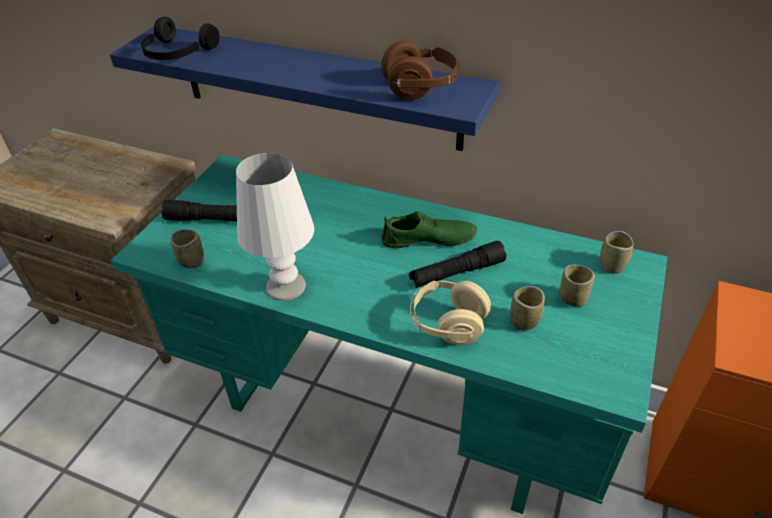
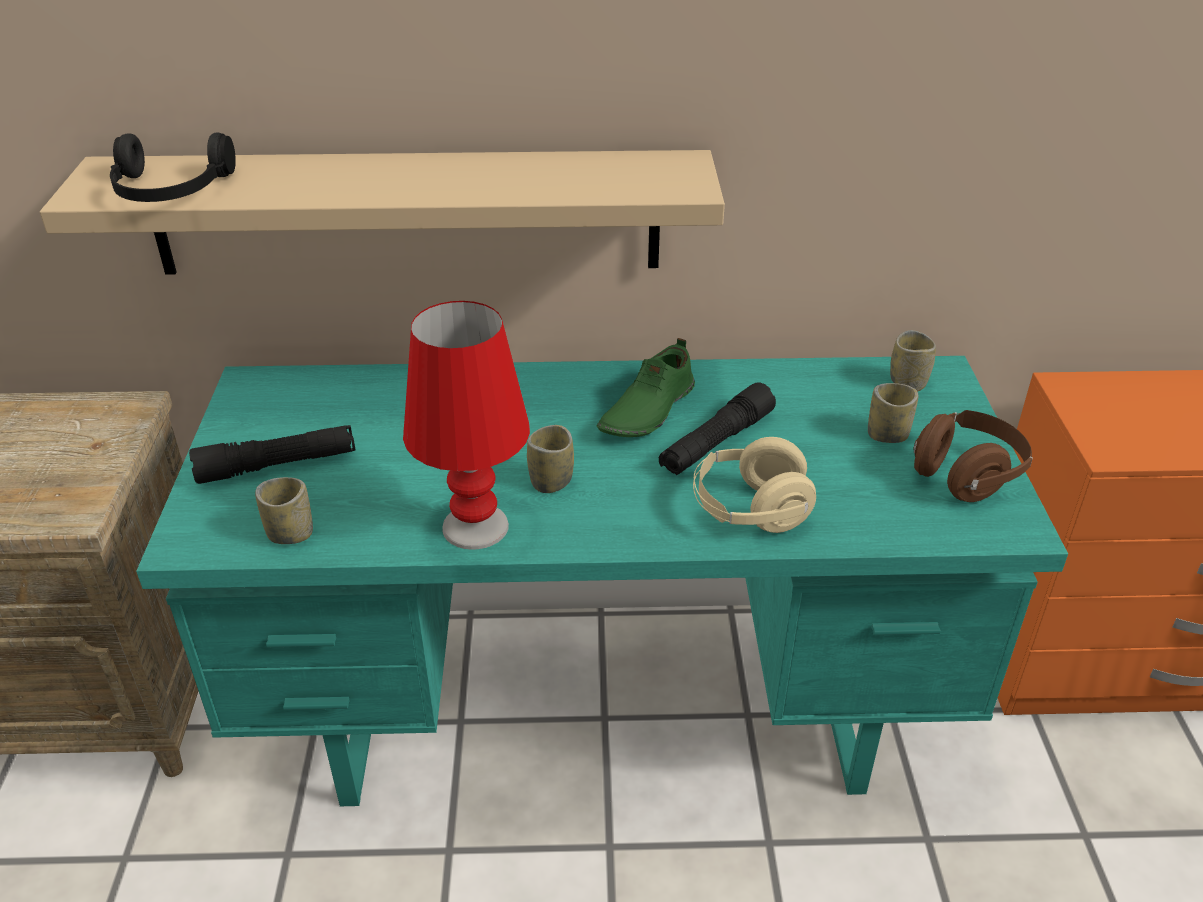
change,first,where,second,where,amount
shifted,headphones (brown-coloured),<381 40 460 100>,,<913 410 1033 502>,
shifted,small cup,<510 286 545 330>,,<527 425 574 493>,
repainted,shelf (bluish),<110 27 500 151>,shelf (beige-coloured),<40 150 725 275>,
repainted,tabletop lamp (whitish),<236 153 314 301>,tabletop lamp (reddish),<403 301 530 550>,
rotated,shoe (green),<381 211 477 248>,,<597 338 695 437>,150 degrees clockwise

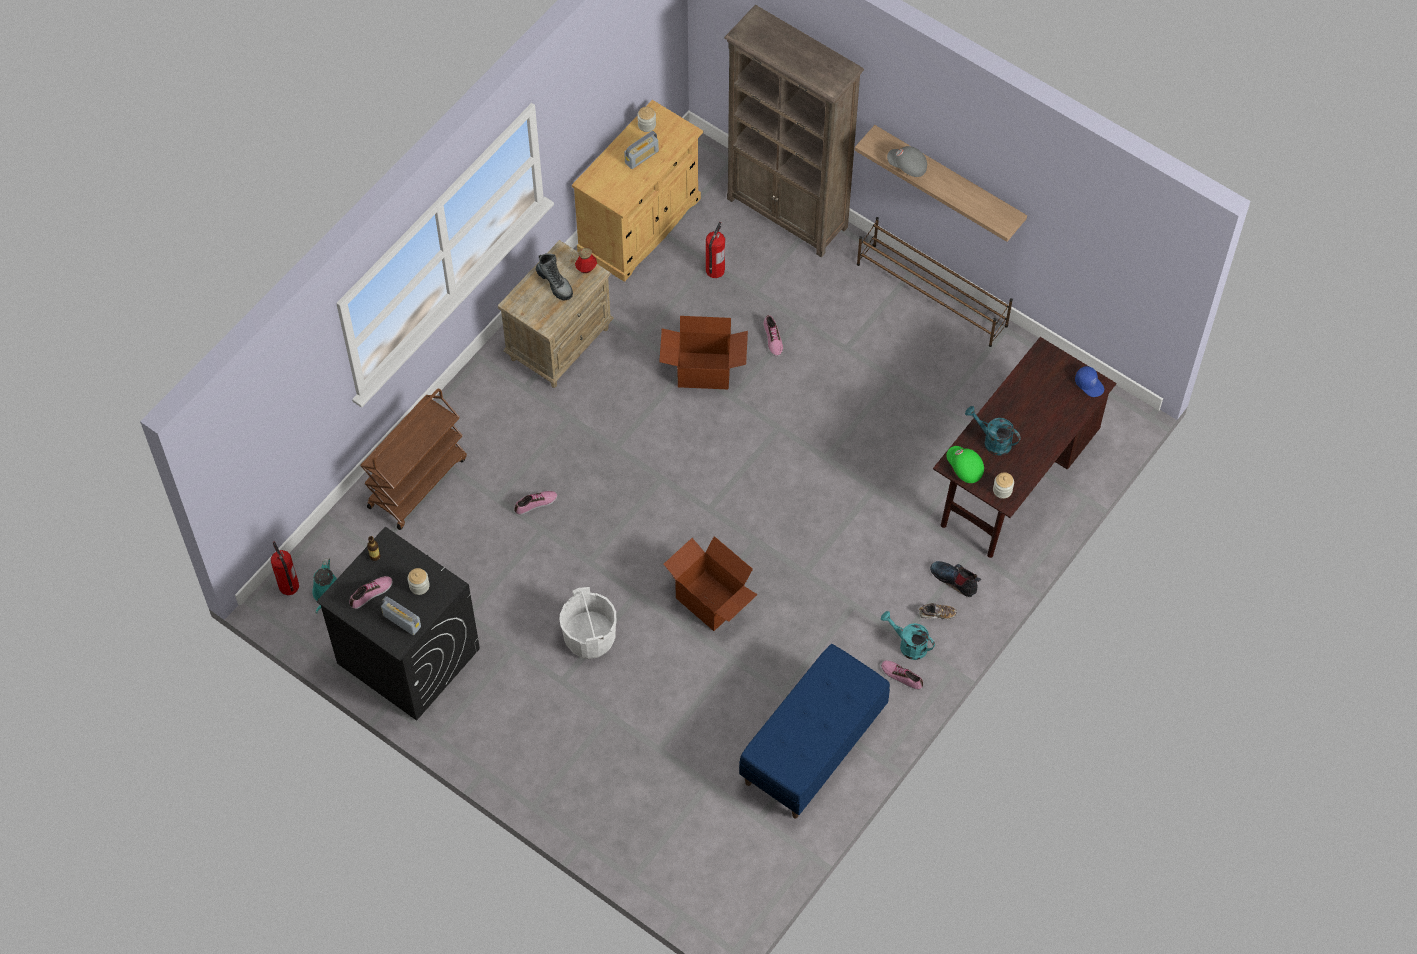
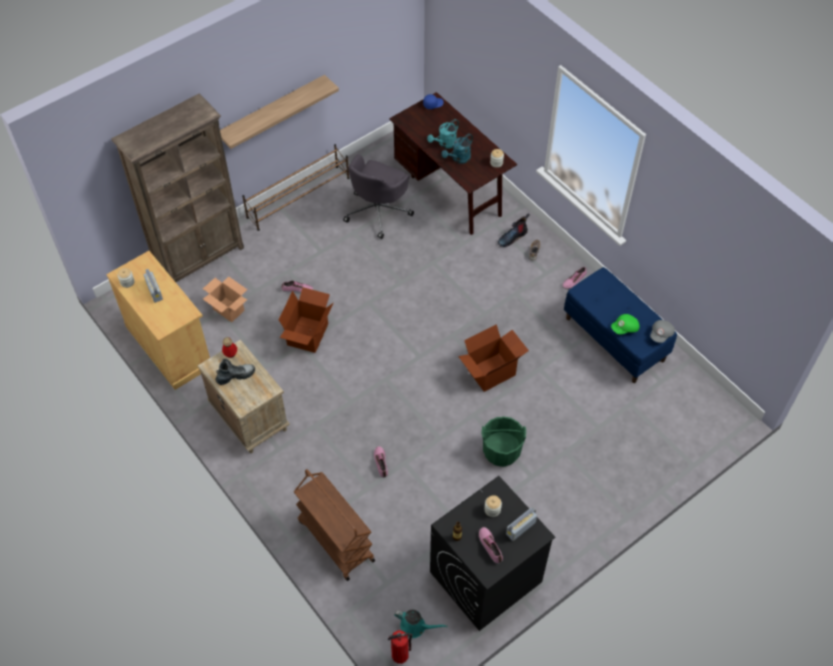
change,first,where,second,where,amount
new,,,computer chair (greyish),<343 154 414 239>,
shifted,sprinkling can (blue-green),<881 611 935 660>,,<427 119 459 149>,
shifted,peaked cap (greyish),<887 146 927 177>,,<650 320 675 343>,
shifted,peaked cap (green),<946 446 984 483>,,<611 314 640 335>,
swapped,fire extinguisher,<706 222 725 278>,packing box,<203 276 247 322>,
repainted,pail (whitish),<560 587 617 659>,pail (green),<481 416 526 467>,

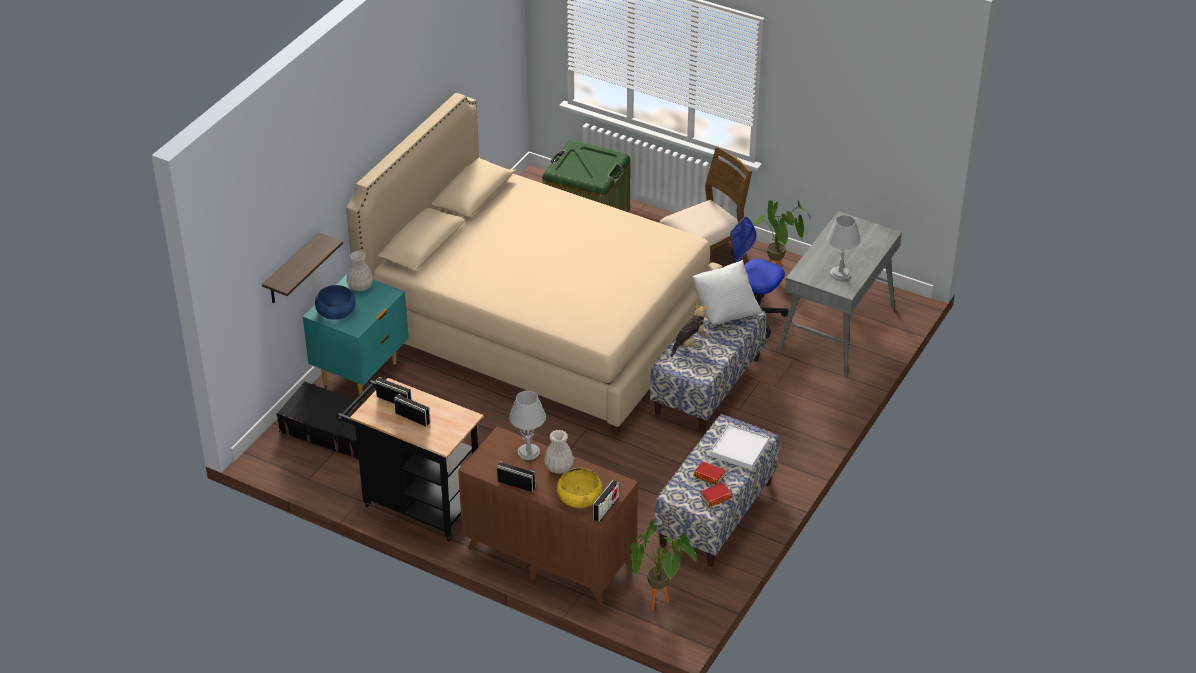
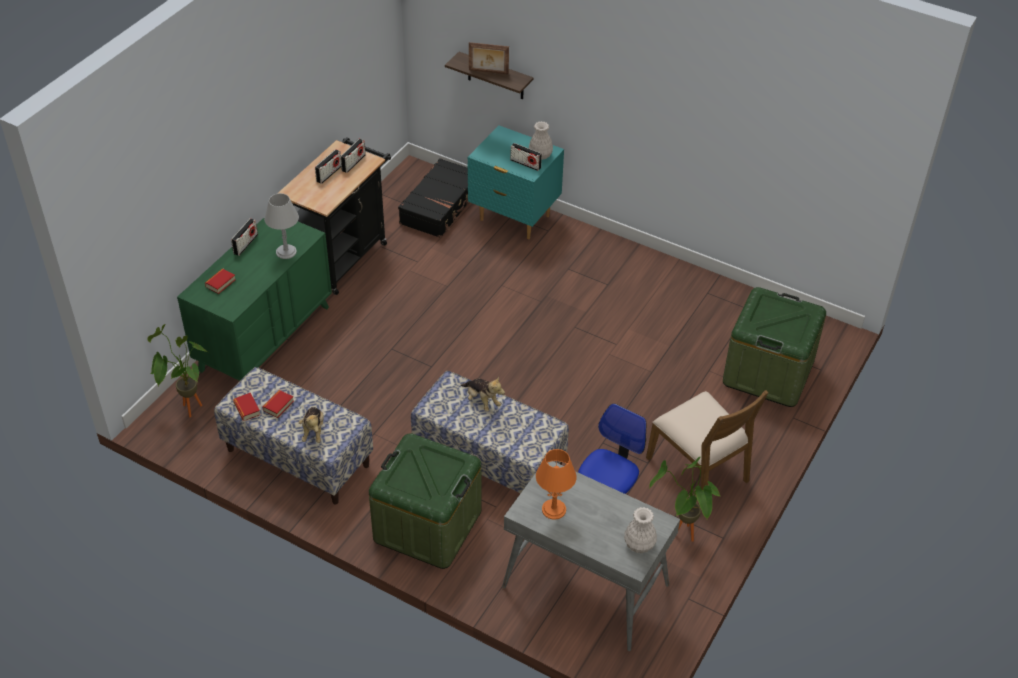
change,first,where,second,where,amount
gone,serving bowl (bluish),<315 285 356 320>,,,
gone,sleeping bed (beige-coloured),<346 93 723 435>,,,
gone,throw pillow (whitish),<693 260 762 325>,,,
new,,,storage box (green),<369 433 481 569>,
new,,,photo frame,<469 42 509 74>,
shifted,vase (whitish),<544 430 574 474>,,<624 507 657 553>,
shifted,radio,<593 480 619 522>,,<511 143 542 171>,
swapped,serving bowl (yellowish),<557 468 602 508>,book,<205 269 236 294>,
swapped,tray (whitish),<710 423 770 470>,cuddly toy,<299 407 324 443>,
repainted,dresser (brown-coloured),<458 426 638 605>,dresser (green),<177 217 332 381>,
repainted,tabletop lamp (greyish),<827 215 861 280>,tabletop lamp (orangey),<536 449 577 520>,

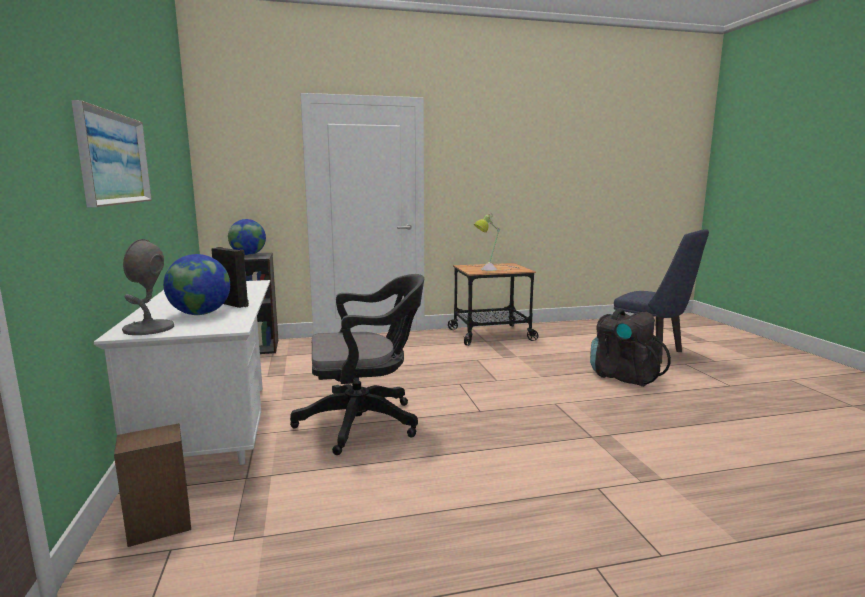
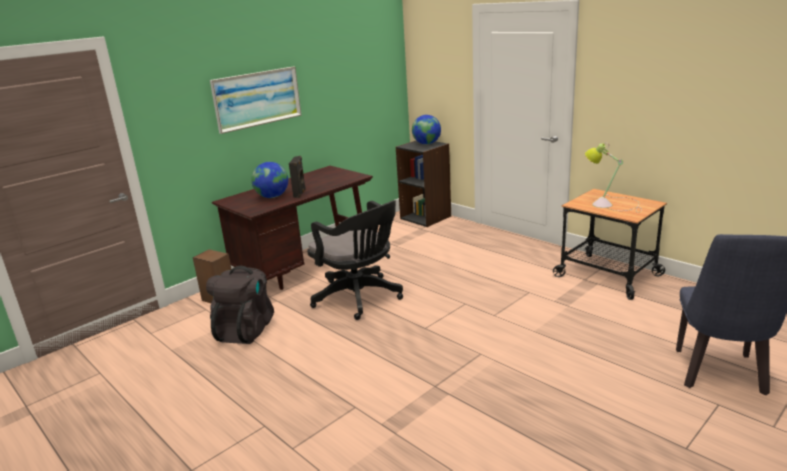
change,first,where,second,where,amount
gone,tabletop lamp (greyish),<122 239 174 335>,,,
shifted,backpack (black),<590 309 671 387>,,<206 266 274 344>,
repainted,desk unit (whitish),<94 280 270 465>,desk unit (brown-coloured),<212 166 373 290>,

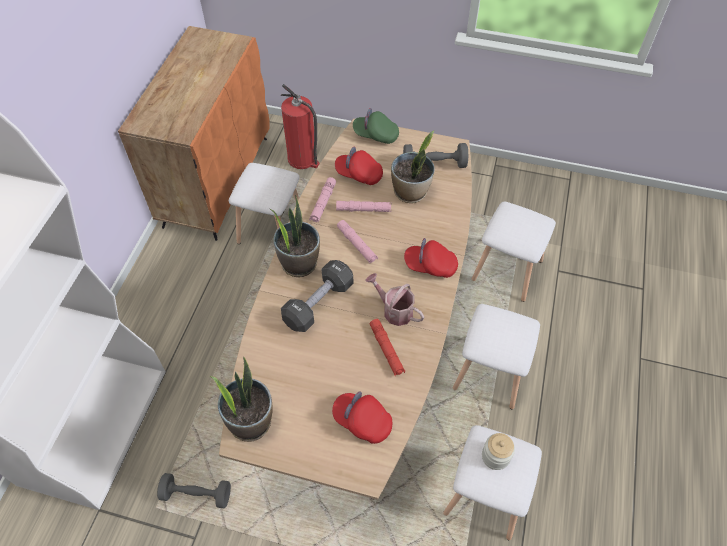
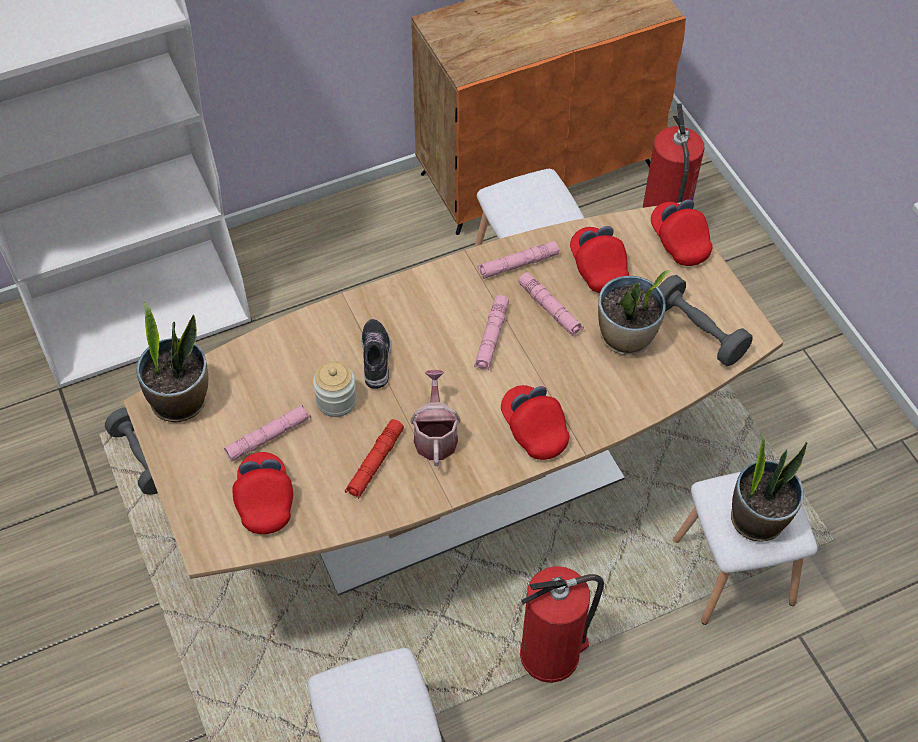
change,first,where,second,where,amount
new,,,hand torch (pink-coloured),<224 405 311 461>,
shifted,potted plant,<270 195 320 277>,,<731 433 807 542>,
shifted,preserve jar,<482 433 515 470>,,<313 361 357 417>,
swapped,hand weight (black),<281 260 353 332>,shoe,<362 319 392 389>,
swapped,stool seat (whitish),<453 304 540 410>,fire extinguisher,<520 566 604 683>,
repainted,peaked cap (green),<353 108 399 144>,peaked cap (reddish),<651 199 713 266>,

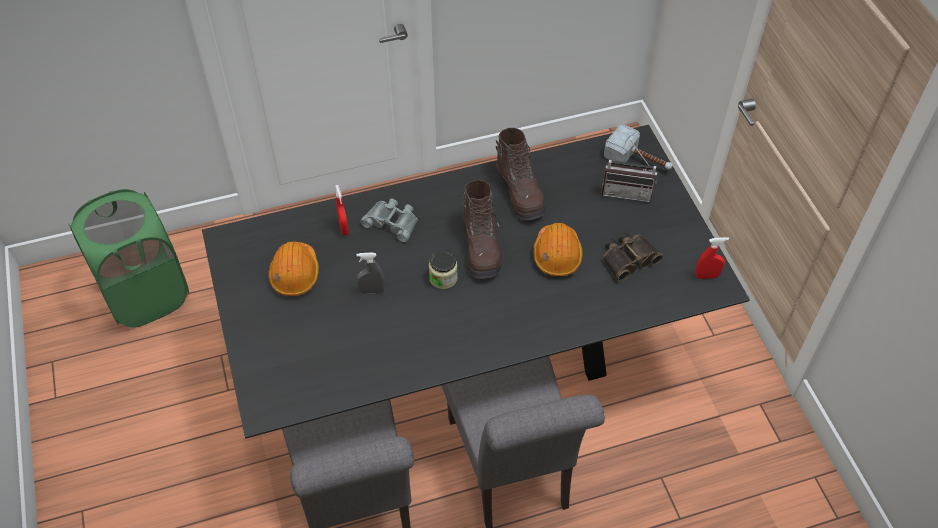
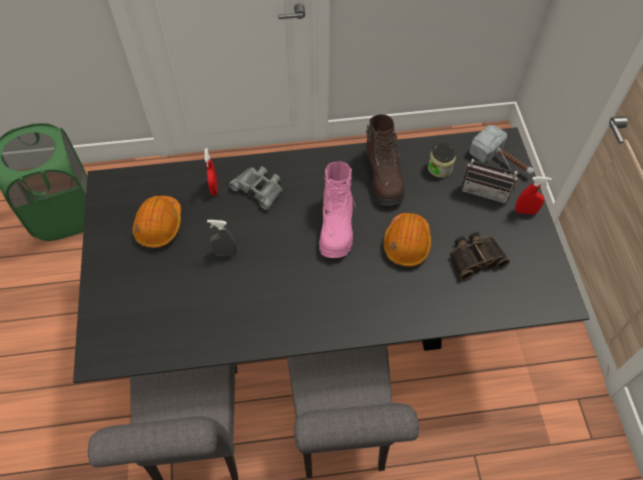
change,first,where,second,where,amount
shifted,preserve jar,<429 251 458 289>,,<428 143 456 178>,
shifted,hand sprayer (reddish),<695 237 729 279>,,<515 176 552 214>,
repainted,high-top boot (brown-coloured),<463 180 502 279>,high-top boot (pink-coloured),<319 161 356 258>,

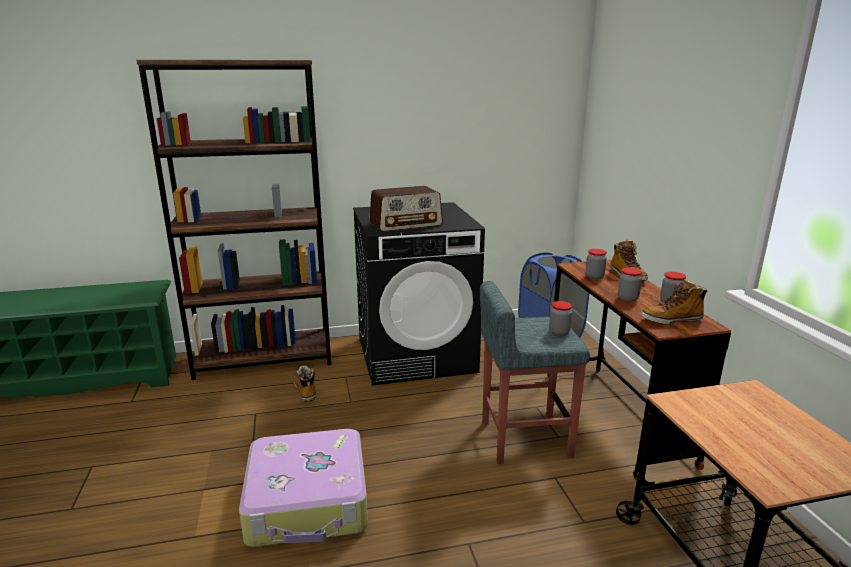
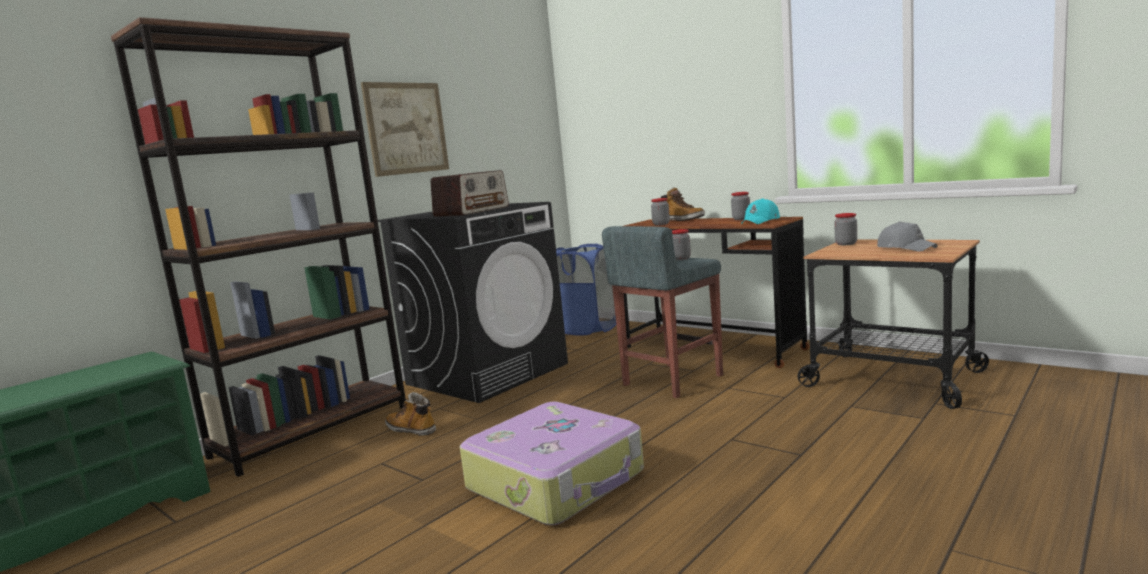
change,first,where,second,where,amount
new,,,wall picture,<361 82 449 177>,
new,,,peaked cap (greyish),<877 221 938 252>,
shifted,preserve jar,<618 268 642 301>,,<834 213 857 245>,
swapped,high-top boot,<641 279 707 325>,peaked cap (blue-green),<741 198 780 224>,

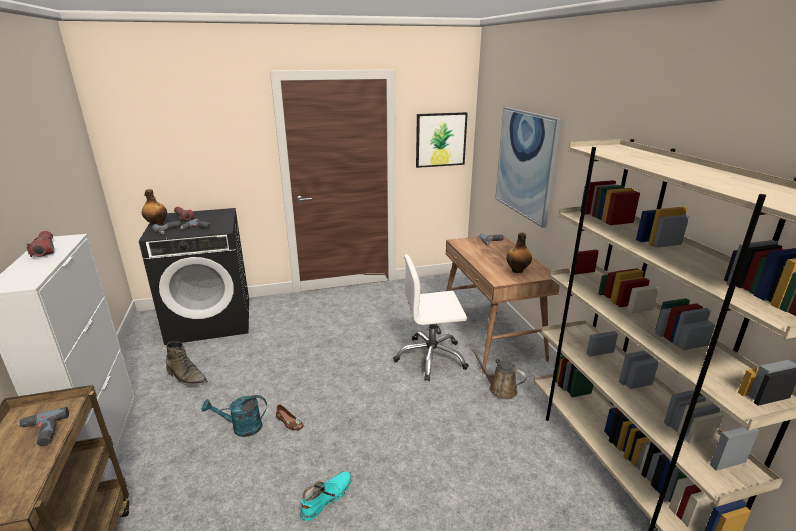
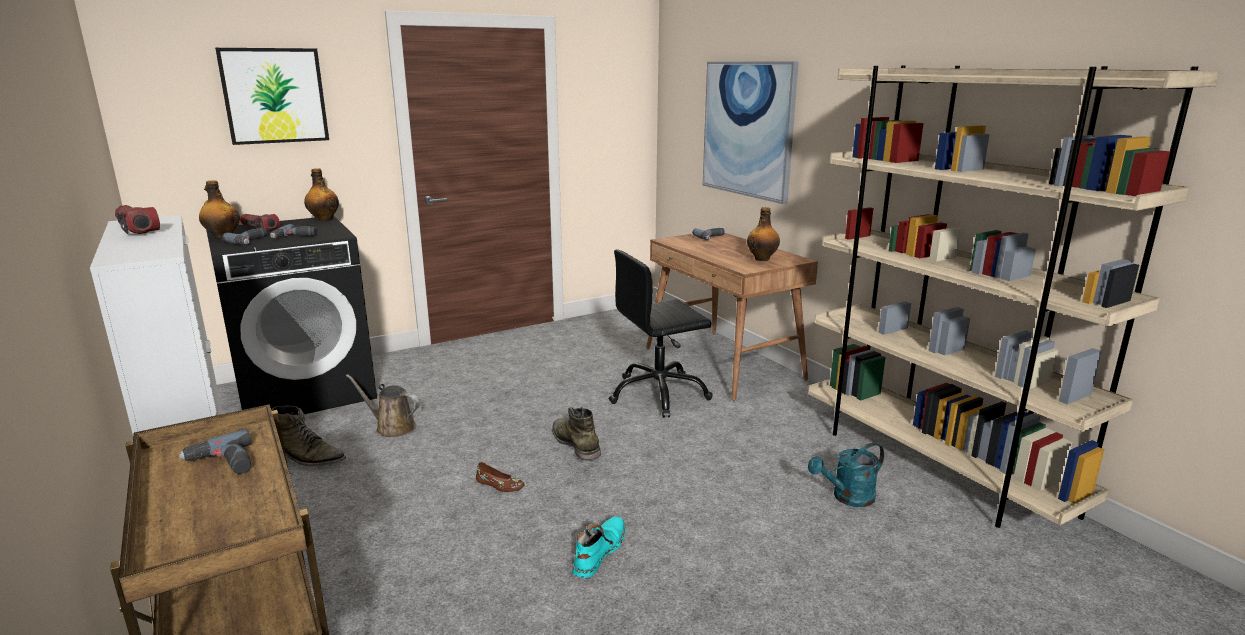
change,first,where,second,where,amount
new,,,drink bottle,<304 168 339 221>,
new,,,high-top boot (green),<552 407 601 461>,
shifted,sprinkling can (blue-green),<202 395 267 437>,,<808 442 884 507>,
shifted,wall picture,<416 112 468 168>,,<215 48 329 145>,
shifted,sprinkling can (brown-coloured),<470 347 527 399>,,<346 374 420 437>,
repainted,computer chair (whitish),<393 254 469 381>,computer chair (black),<609 249 713 418>,

